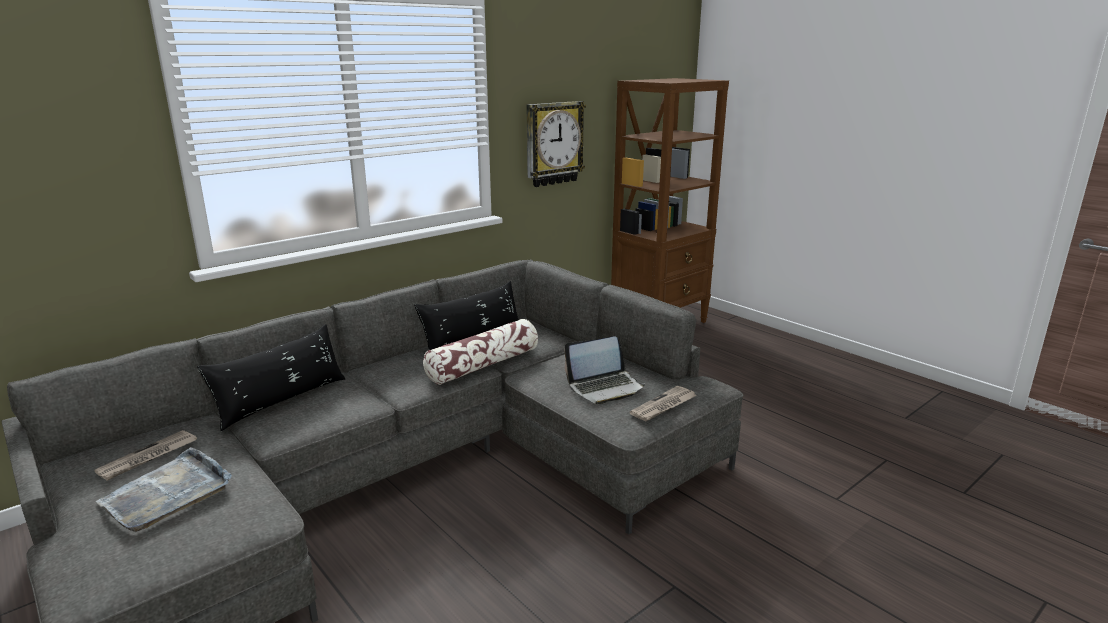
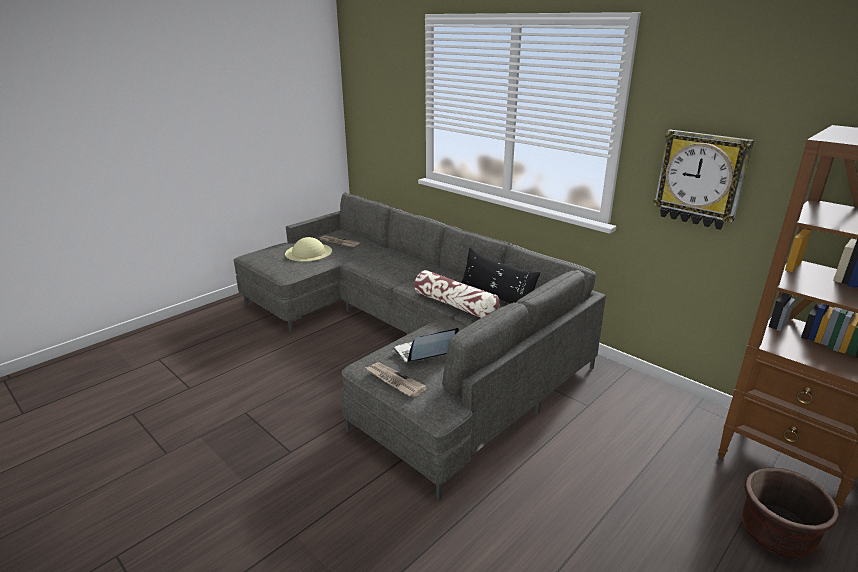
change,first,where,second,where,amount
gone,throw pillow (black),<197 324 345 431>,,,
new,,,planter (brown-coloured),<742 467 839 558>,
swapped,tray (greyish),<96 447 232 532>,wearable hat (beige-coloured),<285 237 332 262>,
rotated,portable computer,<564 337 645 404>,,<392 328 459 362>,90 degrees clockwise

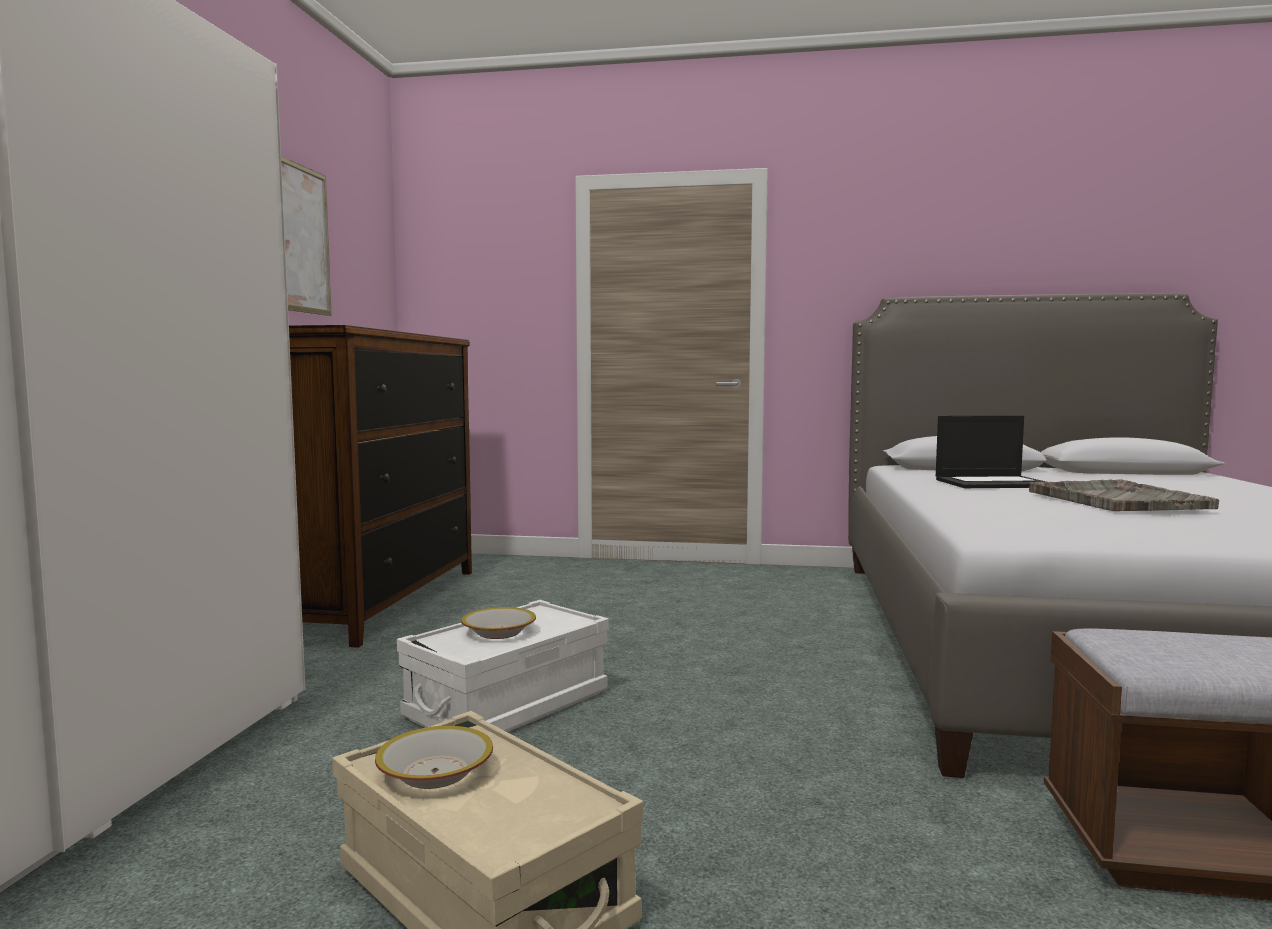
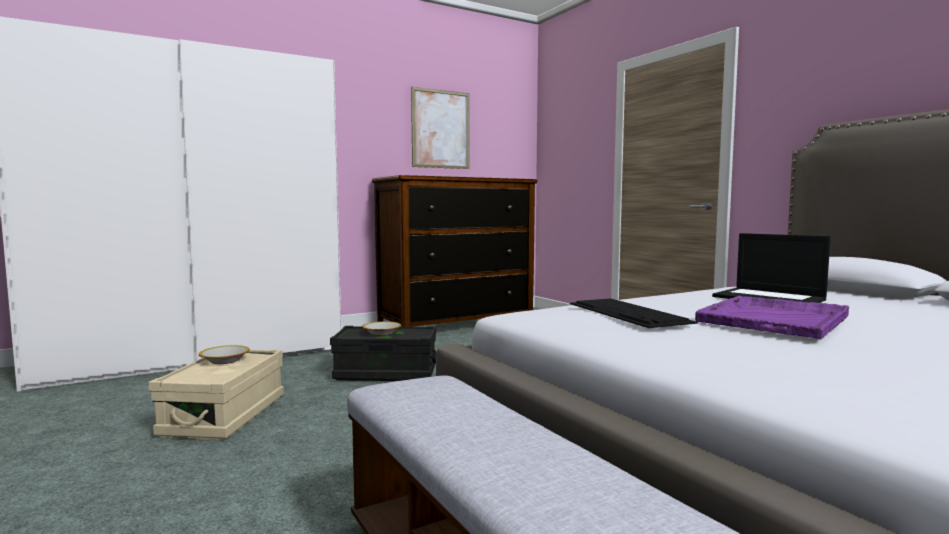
change,first,where,second,where,amount
new,,,computer keyboard,<570 298 698 328>,
repainted,storage box (whitish),<397 600 609 732>,storage box (black),<330 326 436 381>,
repainted,tray (greyish),<1029 479 1219 511>,tray (purple),<695 296 849 339>,

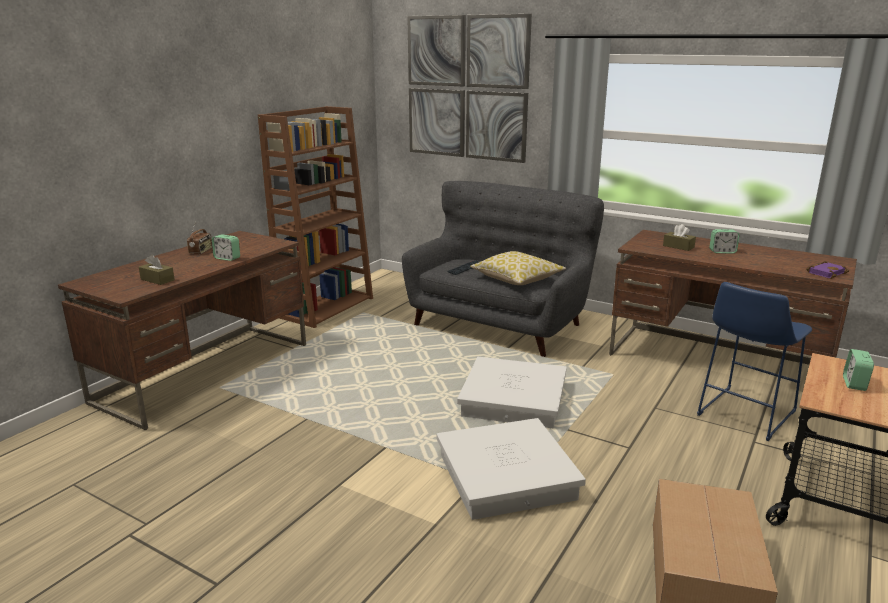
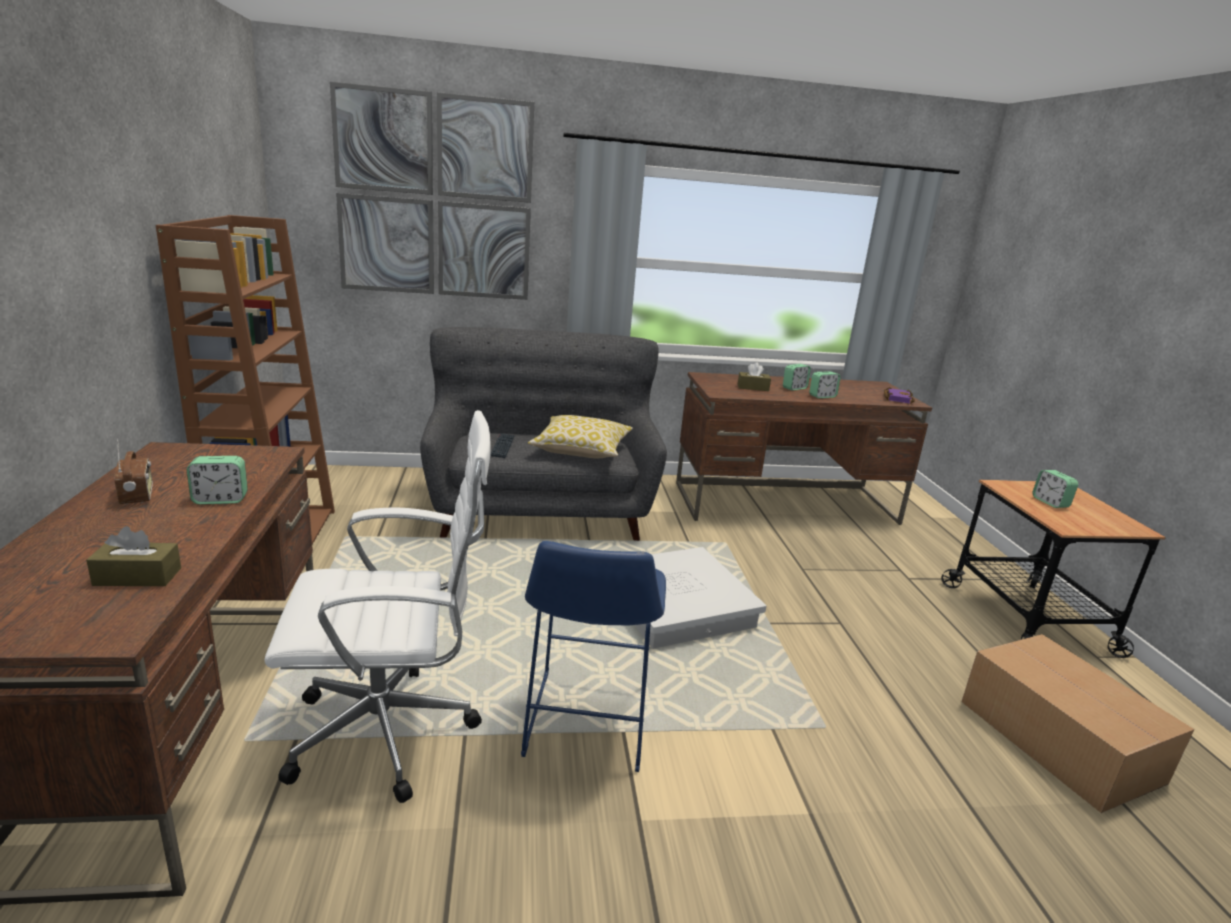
change,first,where,second,where,amount
gone,storage box (whitish),<437 418 586 520>,,,
new,,,computer chair (whitish),<264 410 491 803>,
new,,,bedside clock,<809 371 840 398>,
shifted,stool seat (bluish),<697 282 812 441>,,<521 541 666 772>,

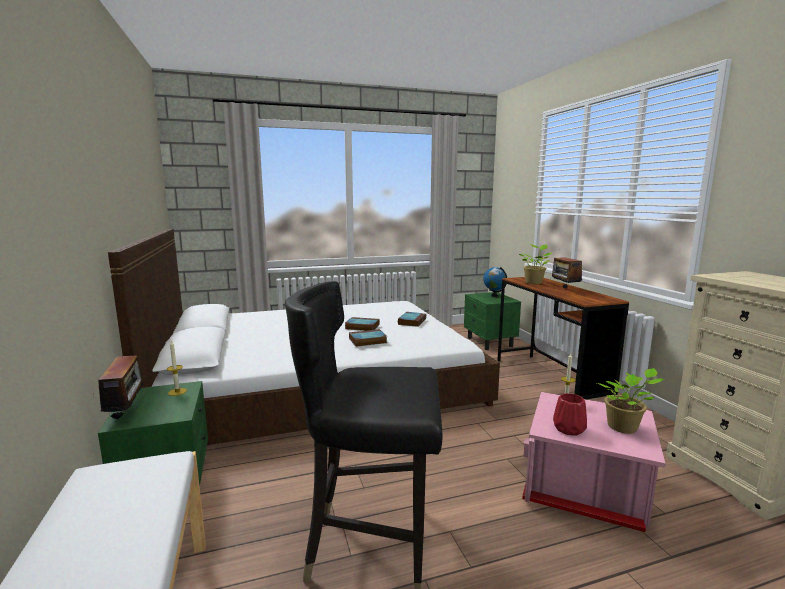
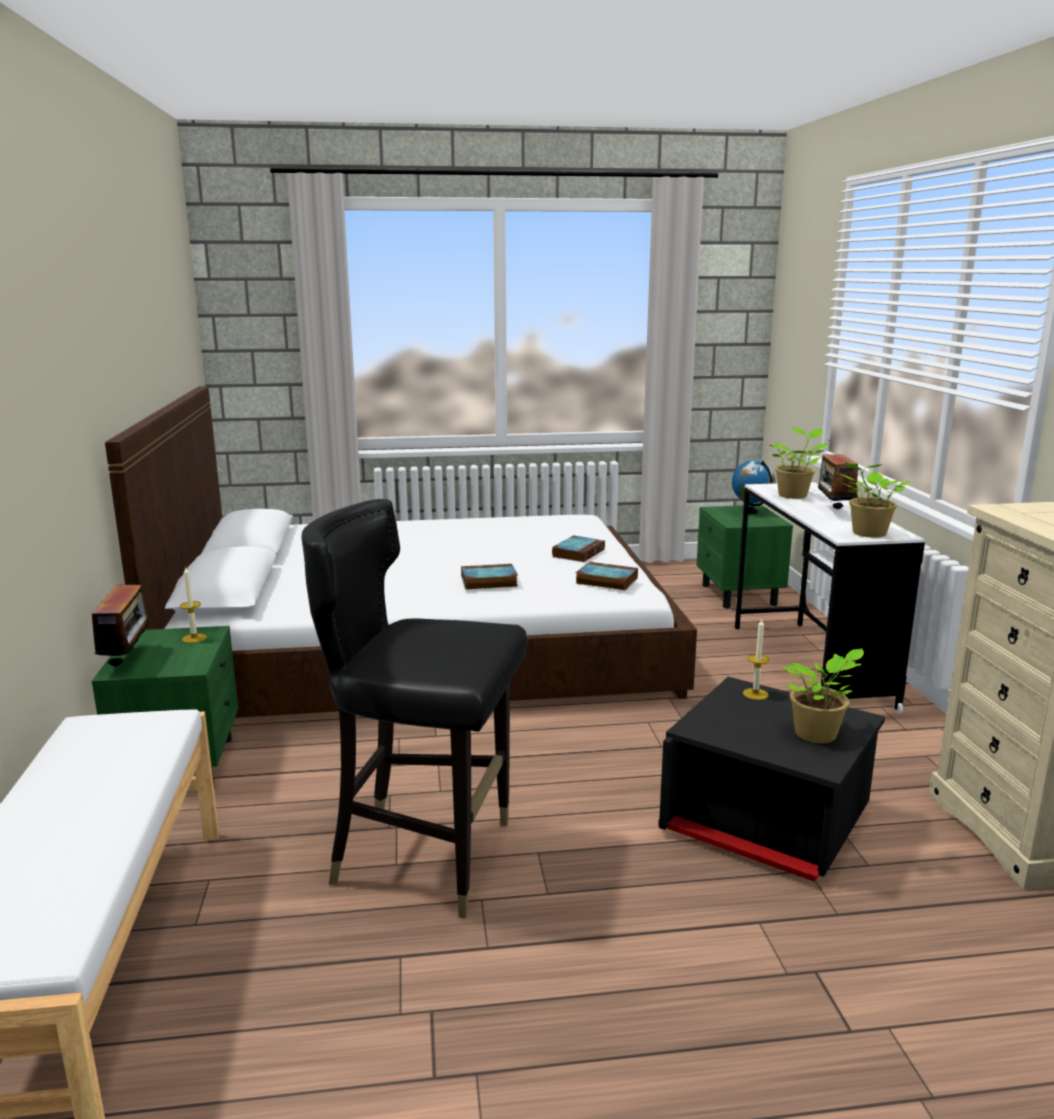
change,first,where,second,where,amount
gone,vase (reddish),<553 393 587 436>,,,
new,,,potted plant,<838 462 910 538>,
shifted,book,<345 317 380 331>,,<575 562 638 590>,
repainted,desk unit (brown-coloured),<498 277 629 399>,desk unit (whitish),<735 482 925 713>,
repainted,storage box (pink-coloured),<522 392 666 532>,storage box (black),<658 677 885 882>,

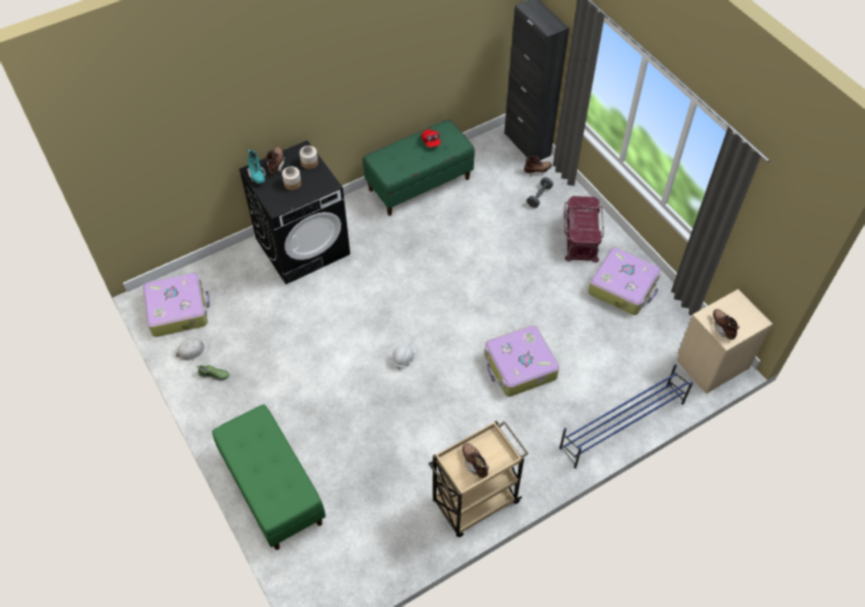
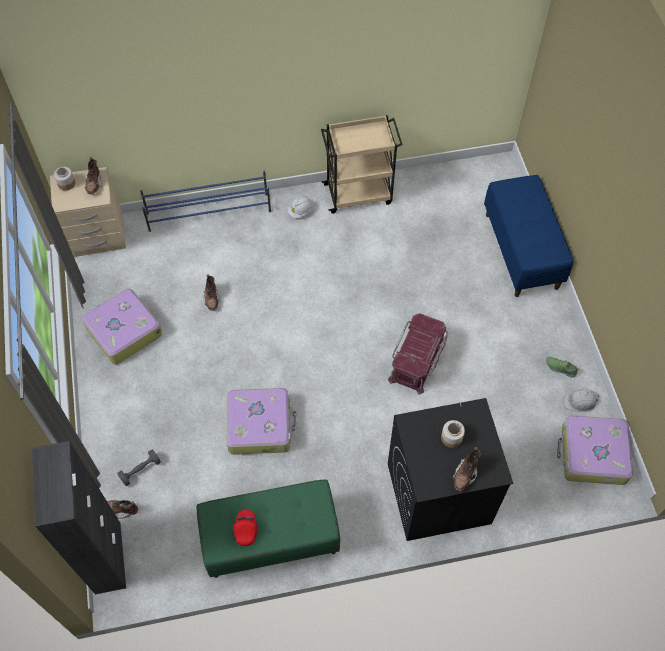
change,first,where,second,where,amount
gone,high-top boot (blue-green),<247 150 266 184>,,,
shifted,preserve jar,<299 146 318 169>,,<54 167 75 191>,
shifted,safety helmet (whitish),<392 343 417 369>,,<287 196 313 218>,
shifted,high-top boot (brown-coloured),<462 443 489 478>,,<203 275 220 311>,
shifted,travel case,<484 325 559 397>,,<226 388 296 455>,
shifted,storage box (reddish),<564 196 604 263>,,<388 313 448 395>,
repainted,long seat (green),<212 404 326 550>,long seat (bluish),<484 175 573 297>,

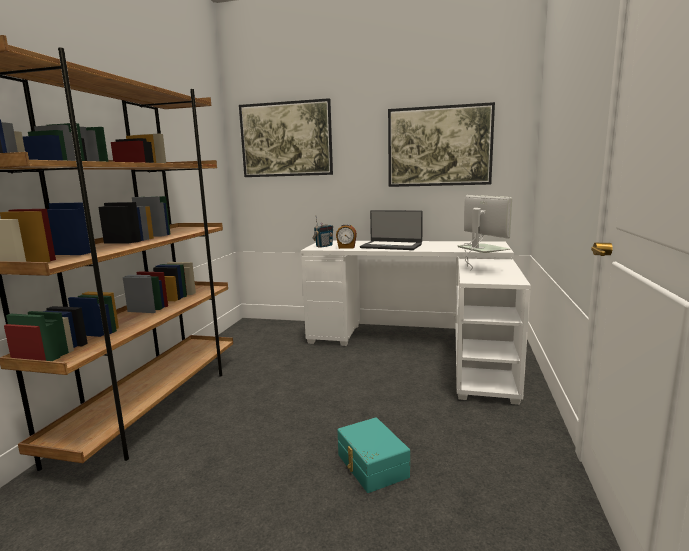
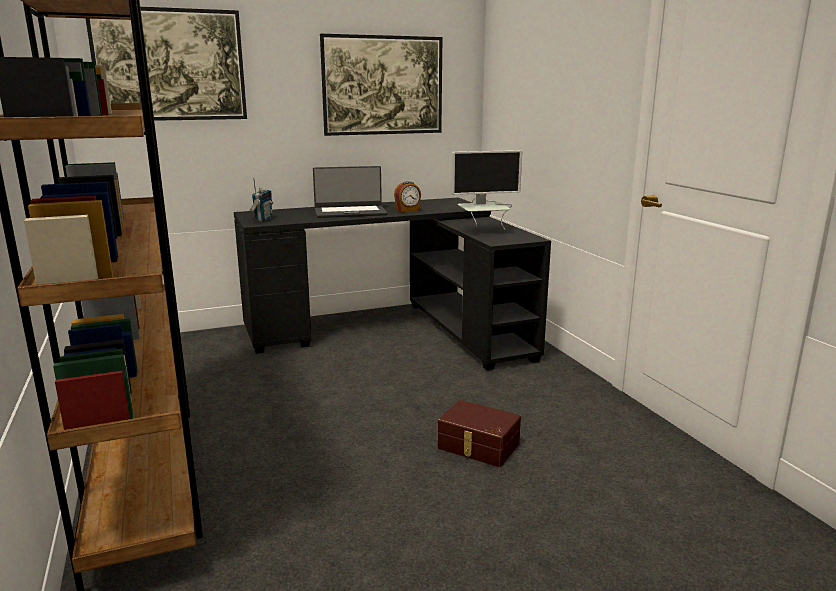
change,first,where,second,where,amount
shifted,bedside clock,<336 224 357 249>,,<394 181 421 213>,
repainted,desk unit (whitish),<301 241 531 405>,desk unit (black),<234 198 551 370>,
repainted,storage box (blue-green),<338 417 410 493>,storage box (brown-coloured),<437 400 521 467>,
rotated,monitor,<457 195 512 271>,,<451 150 522 230>,135 degrees clockwise

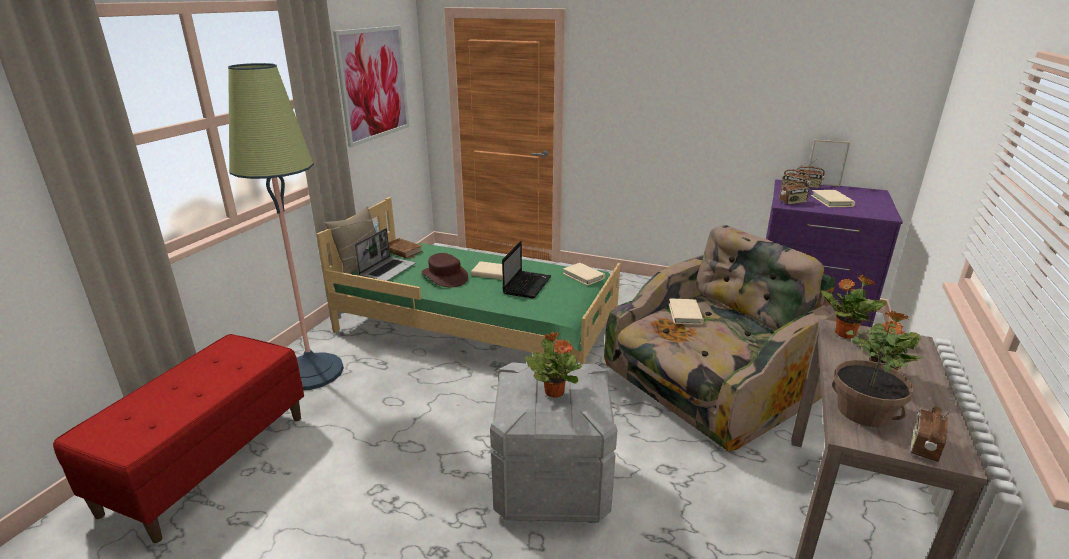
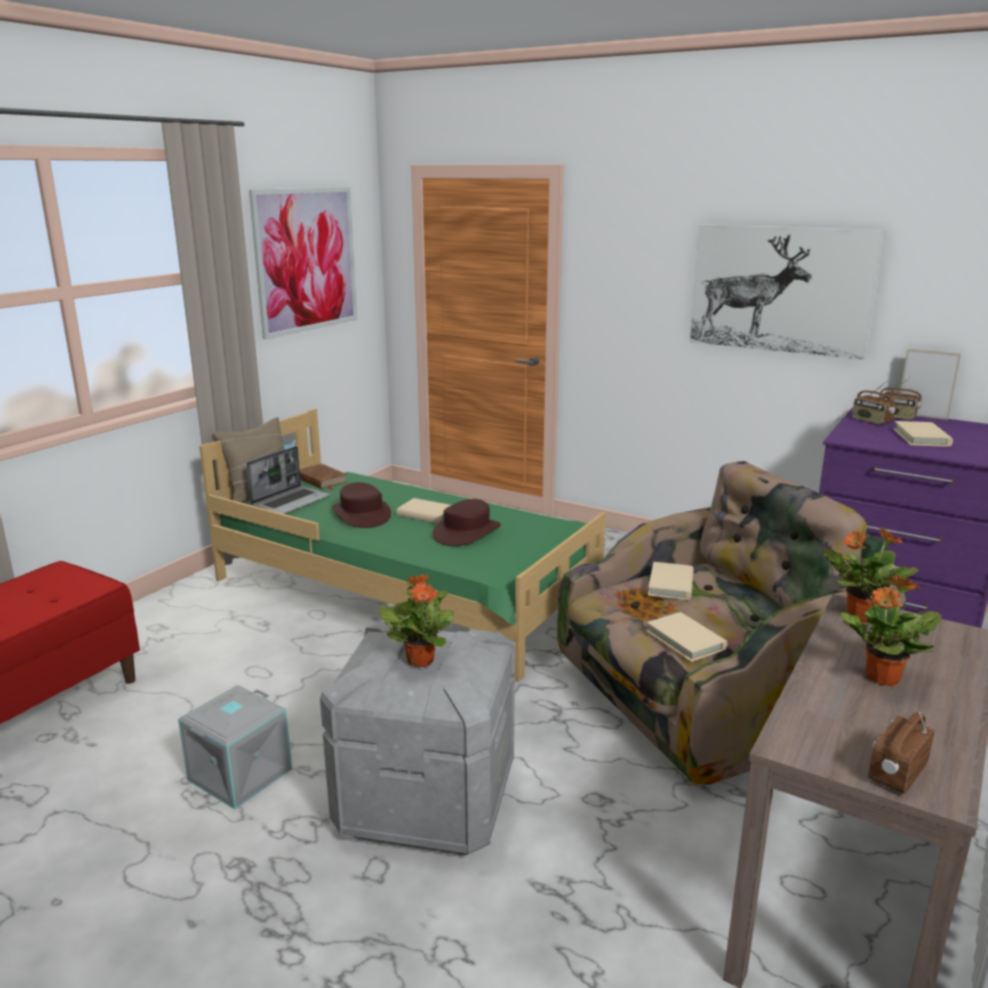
change,first,where,second,where,amount
gone,standing lamp,<228 63 344 390>,,,
gone,radio,<779 175 810 204>,,,
gone,potted plant,<832 324 914 427>,,,
new,,,storage box (greyish),<178 685 292 809>,
new,,,wall picture,<690 224 886 360>,
shifted,book (beige-coloured),<563 263 605 286>,,<646 612 727 662>,
swapped,portable computer,<502 241 552 298>,wearable hat (brown-coloured),<433 499 501 546>,

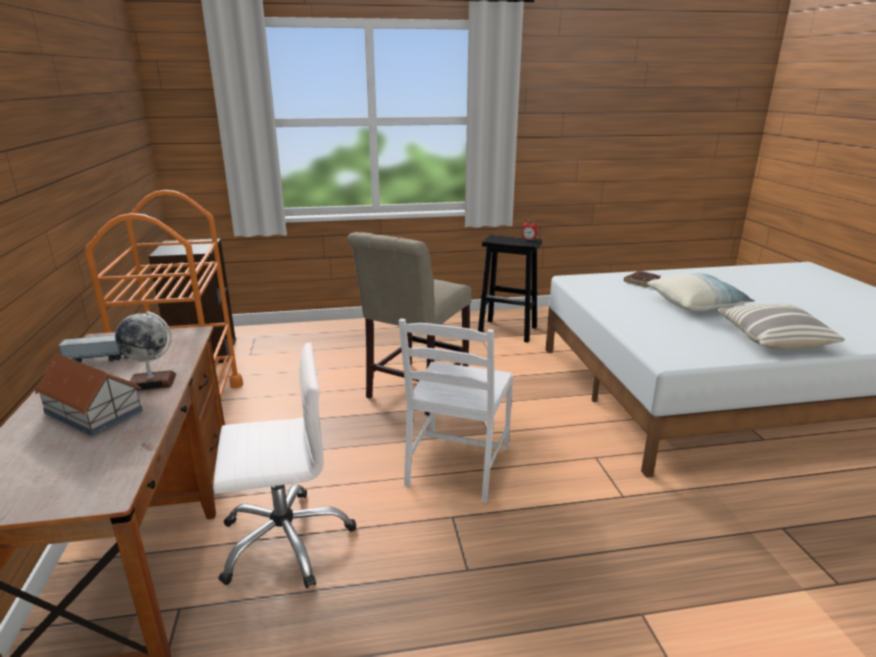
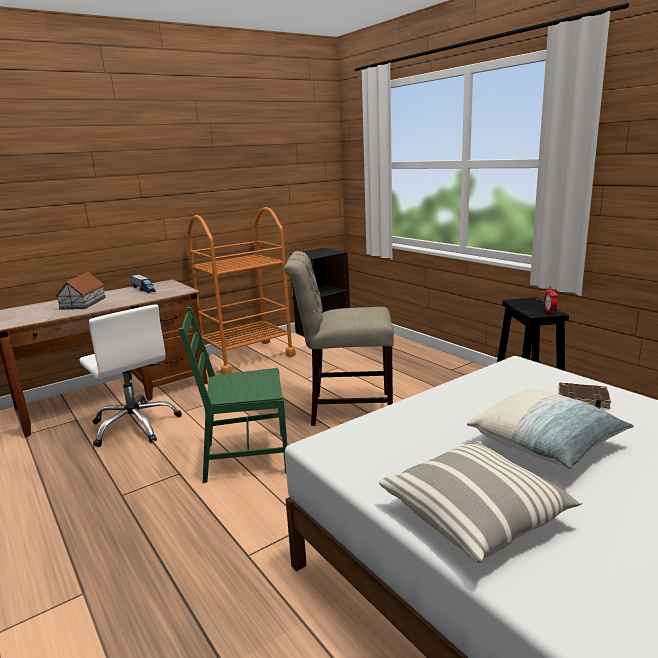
change,first,where,second,where,amount
gone,desk globe,<115 311 176 391>,,,
repainted,upright chair (whitish),<399 319 513 503>,upright chair (green),<178 307 287 483>,

